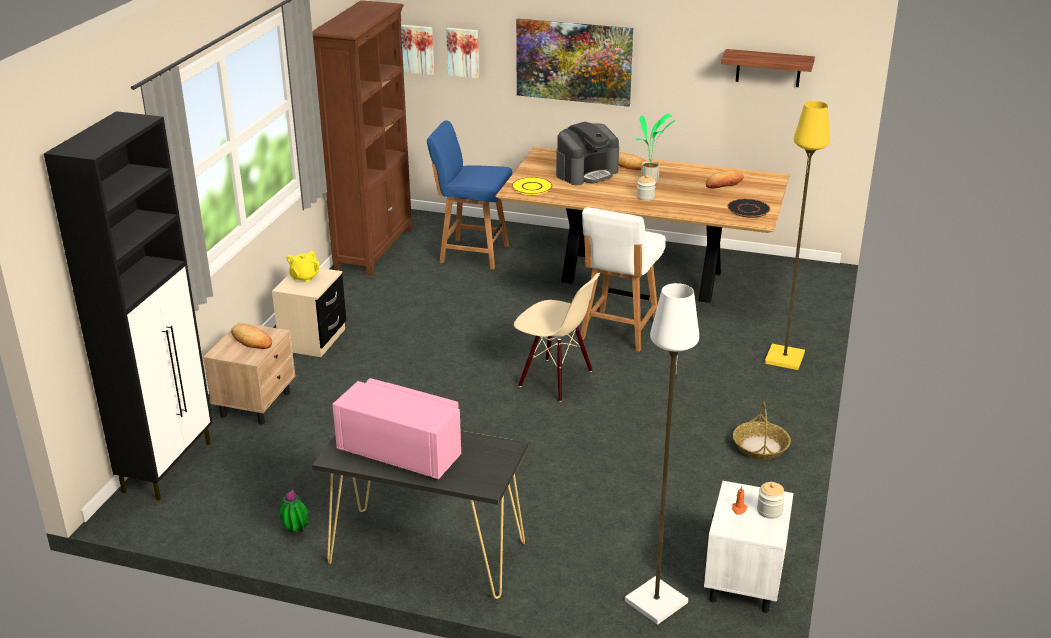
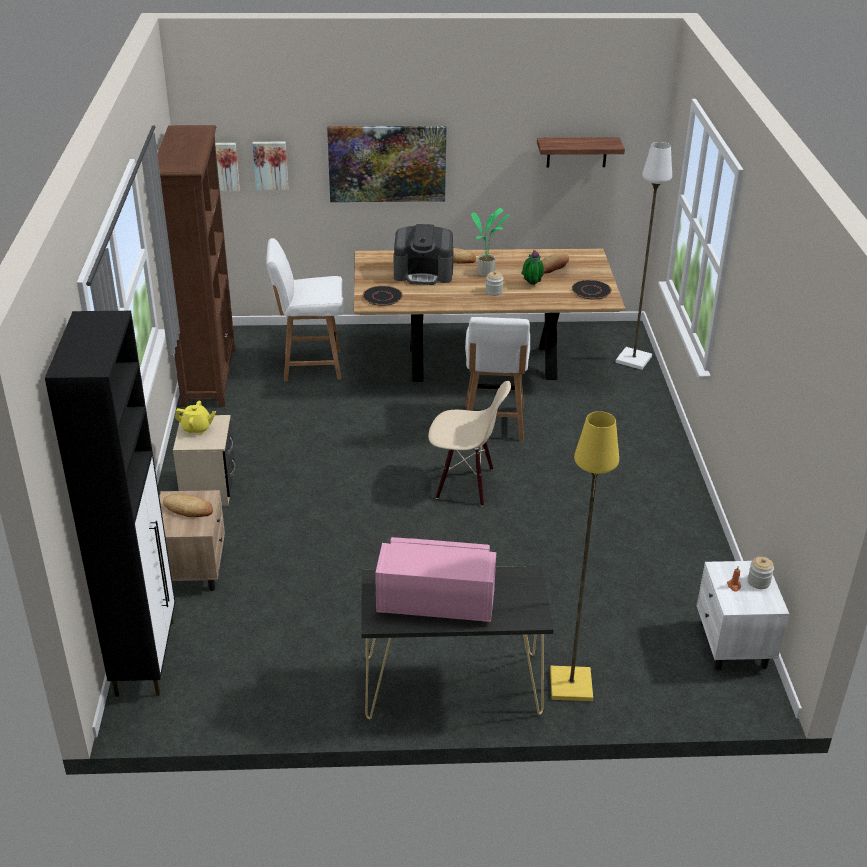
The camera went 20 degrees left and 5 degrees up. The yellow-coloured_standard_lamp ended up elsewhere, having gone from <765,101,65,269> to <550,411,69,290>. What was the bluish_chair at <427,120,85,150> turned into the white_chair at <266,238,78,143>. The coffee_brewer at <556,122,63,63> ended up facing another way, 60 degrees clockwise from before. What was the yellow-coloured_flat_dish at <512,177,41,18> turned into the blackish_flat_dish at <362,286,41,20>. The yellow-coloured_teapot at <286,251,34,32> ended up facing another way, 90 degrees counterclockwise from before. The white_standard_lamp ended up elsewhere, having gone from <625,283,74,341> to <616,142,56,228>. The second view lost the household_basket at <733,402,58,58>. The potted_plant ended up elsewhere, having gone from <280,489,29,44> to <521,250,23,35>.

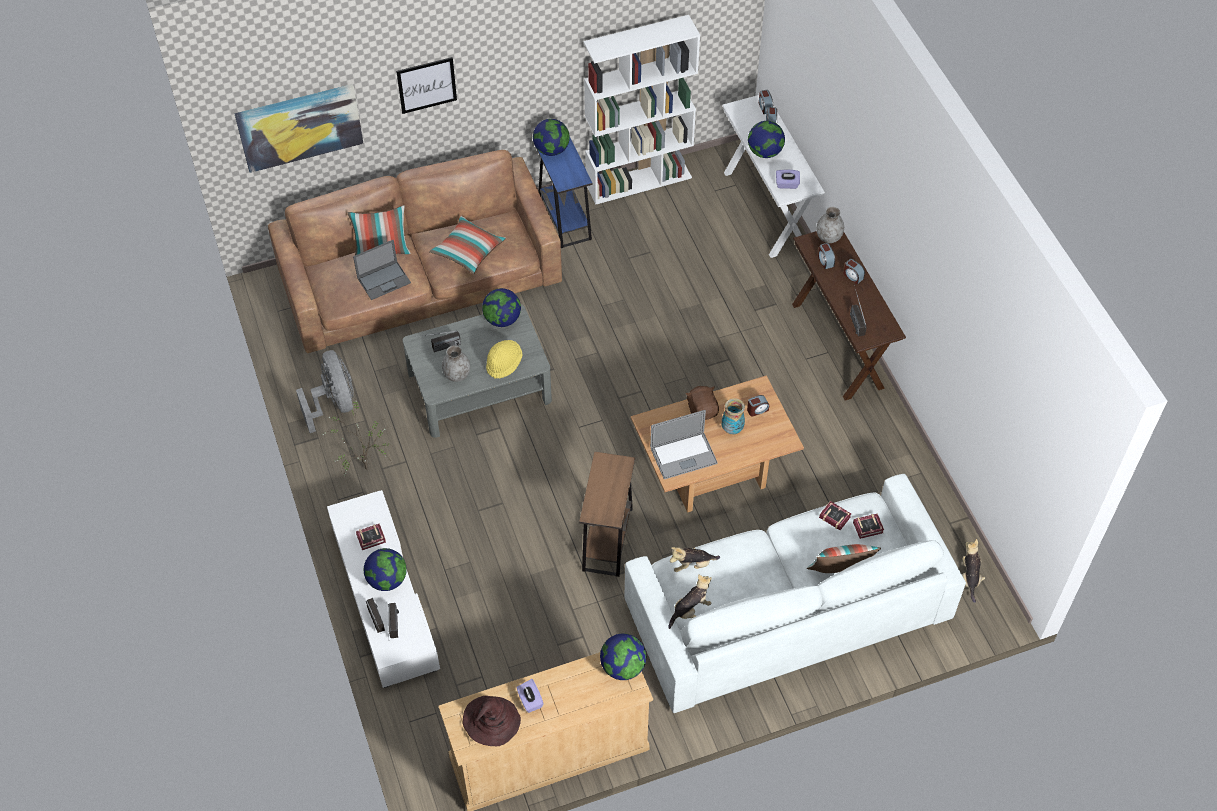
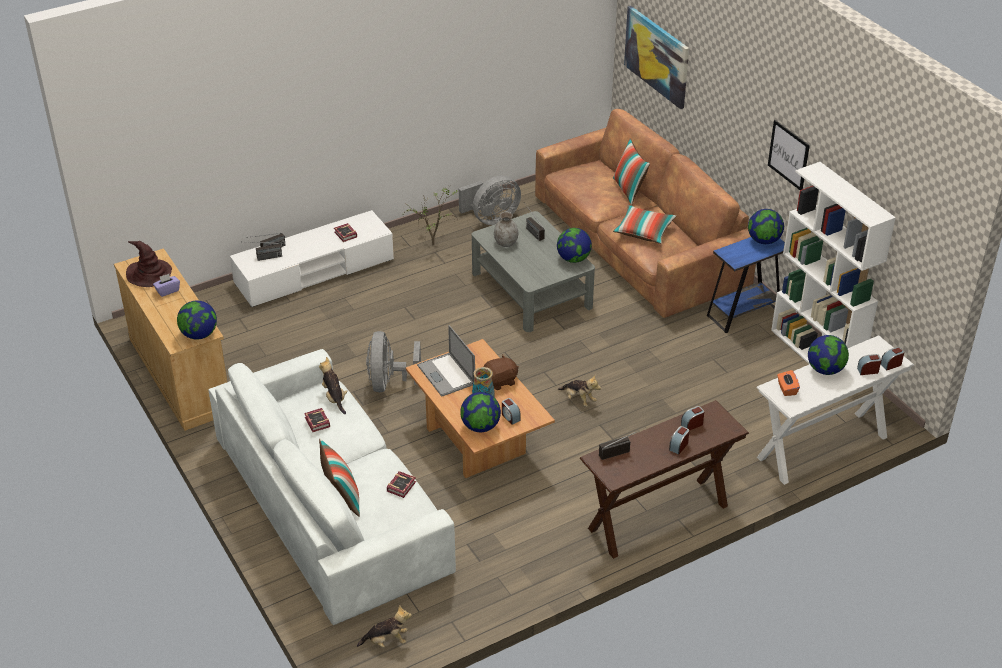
The camera went 80 degrees right and 15 degrees down. The wall_art ended up elsewhere, having gone from <396,57,61,57> to <768,120,42,70>. What was the purplish_tissue_holder at <776,170,24,19> turned into the orangey_tissue_holder at <777,370,23,26>. The second view lost the grey_flower_vase at <816,207,28,36>. The second view lost the notebook_computer at <353,240,58,60>. The second view lost the yellow-coloured_wearable_hat at <486,340,37,39>. Where the brown-coloured_accent_table stood at <579,452,56,125>, the grey_cooling_fan came to stand at <366,331,55,61>. The bound_book ended up elsewhere, having gone from <853,514,31,25> to <304,408,26,24>. The world_globe ended up elsewhere, having gone from <364,548,43,43> to <460,392,41,40>. The plush_toy ended up elsewhere, having gone from <668,574,44,55> to <558,375,43,32>.

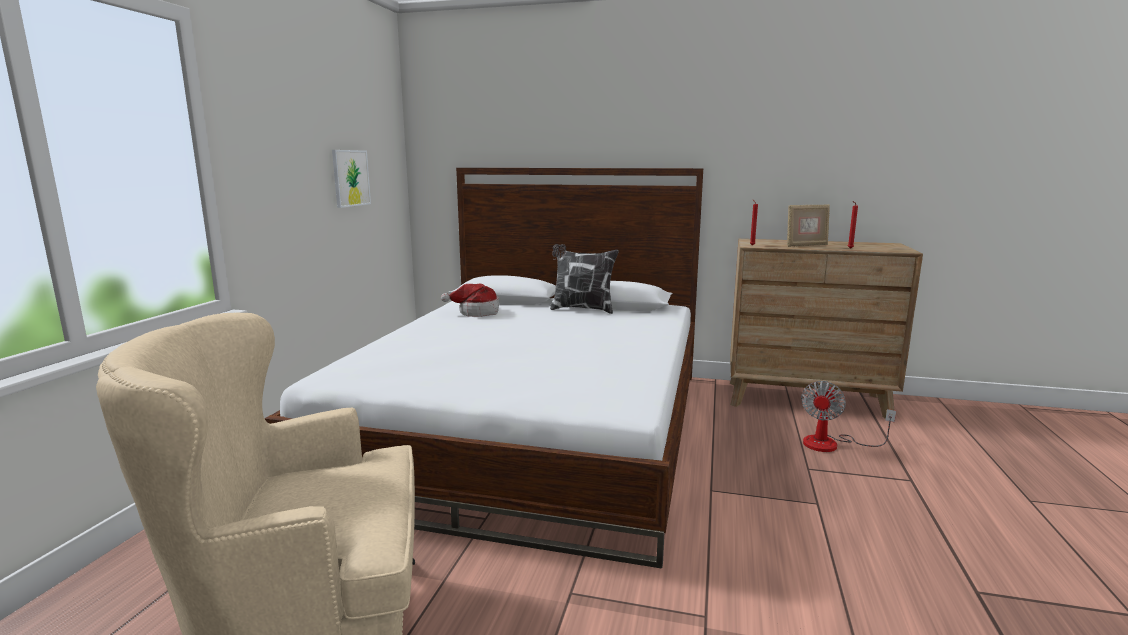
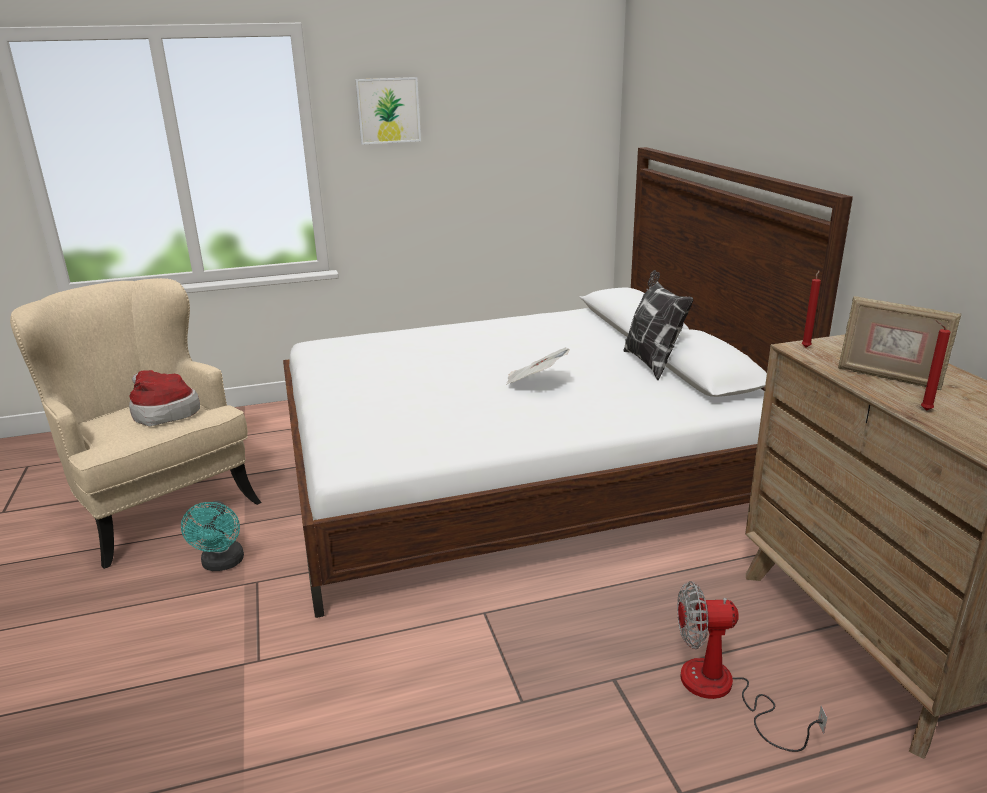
The camera went 60 degrees right and 10 degrees up. The wall_art ended up elsewhere, having gone from <332,150,39,58> to <355,77,66,68>. The wearable_hat ended up elsewhere, having gone from <441,283,58,34> to <129,370,71,57>. The second view gained the daily_paper at <506,347,64,38>. The second view gained the turquoise-coloured_cooling_fan at <181,501,63,70>.

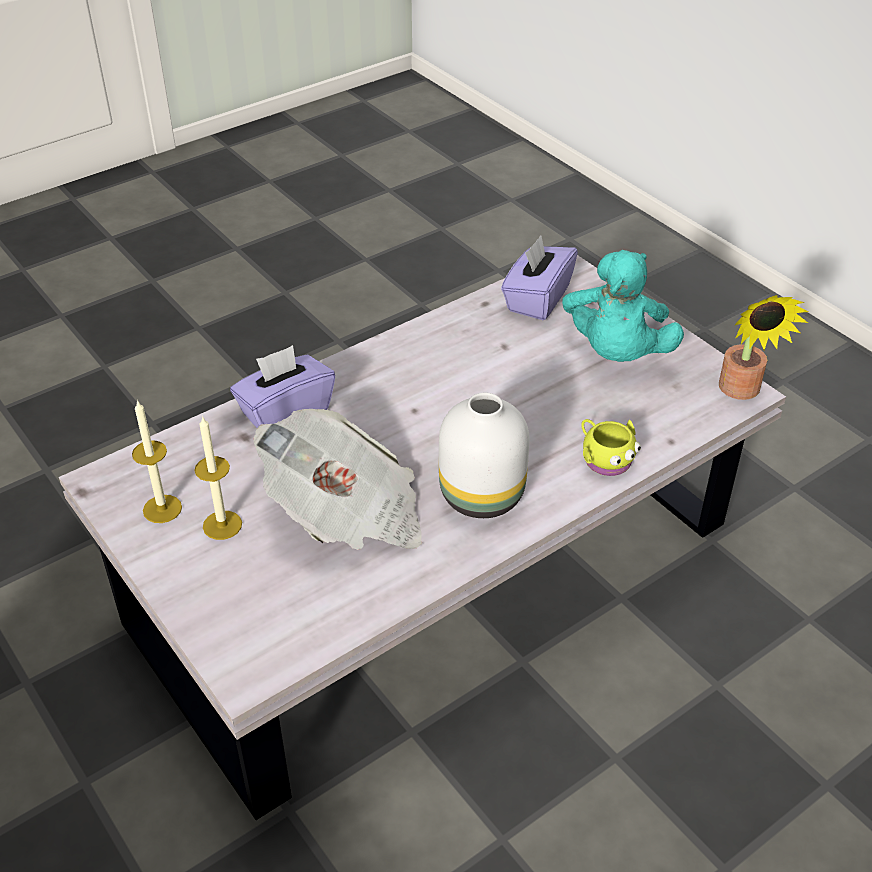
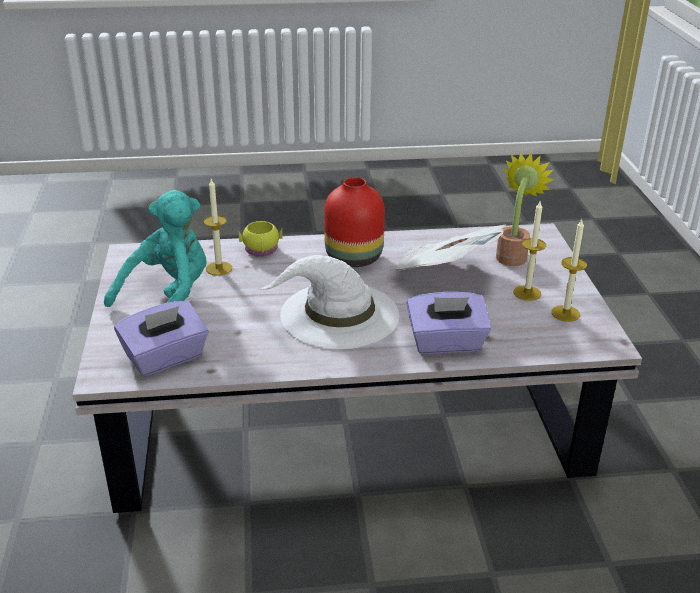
The camera went 150 degrees left and 10 degrees down. The potted_plant ended up elsewhere, having gone from <719,295,89,105> to <496,152,59,114>. What was the white_flower_vase at <439,393,91,125> turned into the reddish_flower_vase at <324,177,61,90>. The second view gained the wax_light at <203,178,29,98>. The second view gained the white_wearable_hat at <258,255,141,94>.

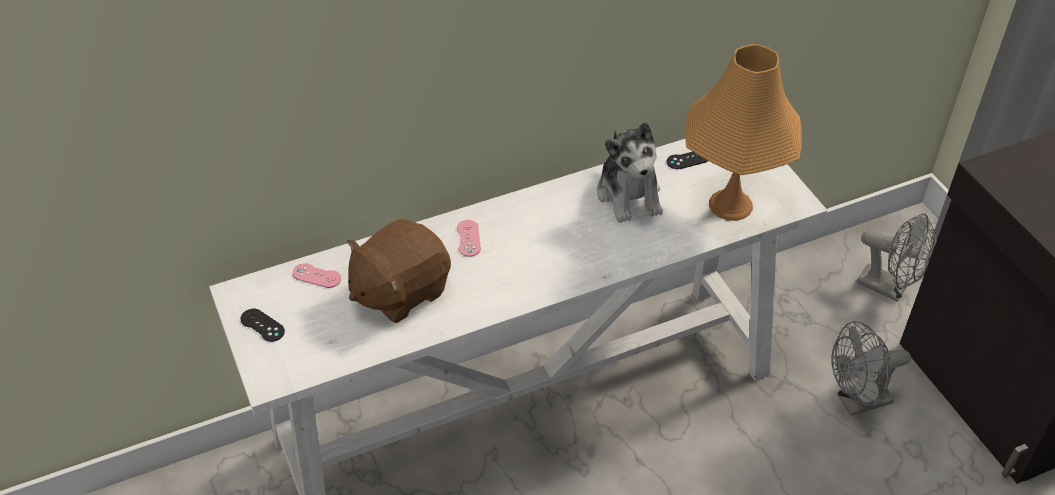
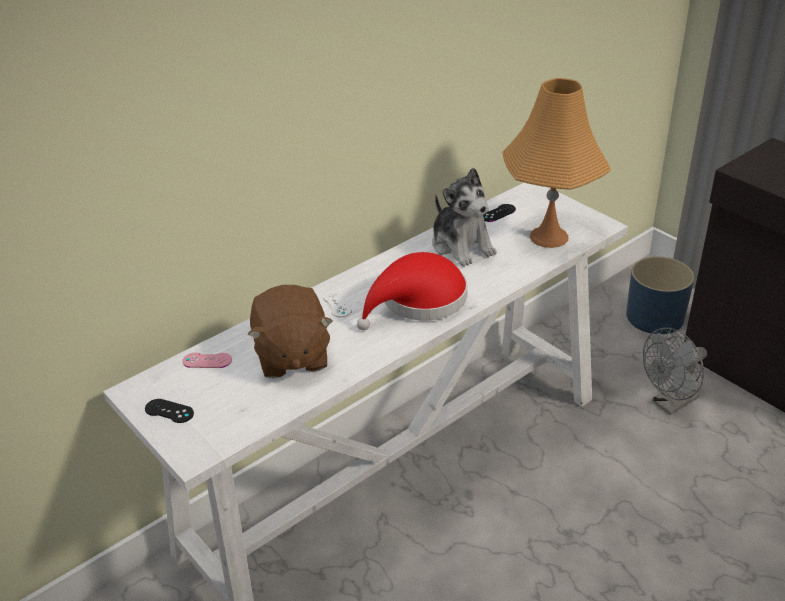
The camera went 15 degrees left and 10 degrees down. Where the grey_cooling_fan stood at <857,213,79,89>, the bluish_plant_pot came to stand at <626,256,68,78>. The brown-coloured_plush_toy at <347,219,104,104> ended up facing another way, 45 degrees counterclockwise from before. What was the pinkish_joypad at <457,220,24,37> turned into the white_joypad at <323,290,29,28>. The second view gained the reddish_wearable_hat at <357,252,110,78>.

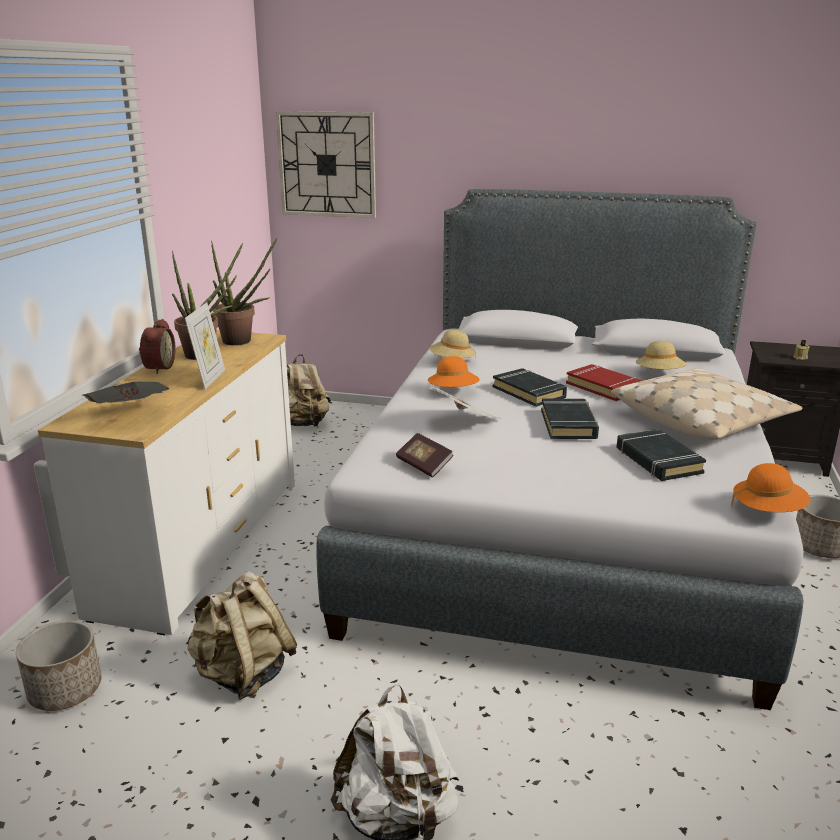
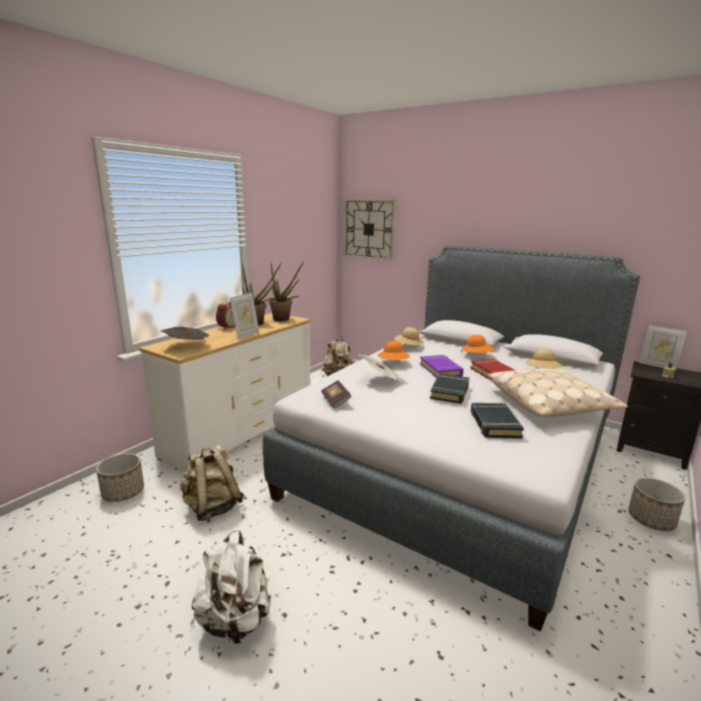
The camera went 20 degrees right and 5 degrees down. What was the blackish_bound_book at <493,368,74,39> turned into the purplish_bound_book at <420,355,44,23>. The orangey_wearable_hat ended up elsewhere, having gone from <731,463,80,49> to <461,335,33,18>. The second view gained the picture_frame at <639,325,48,46>.

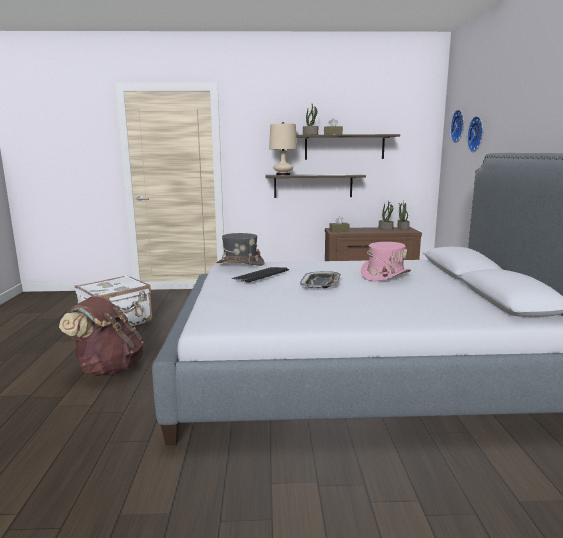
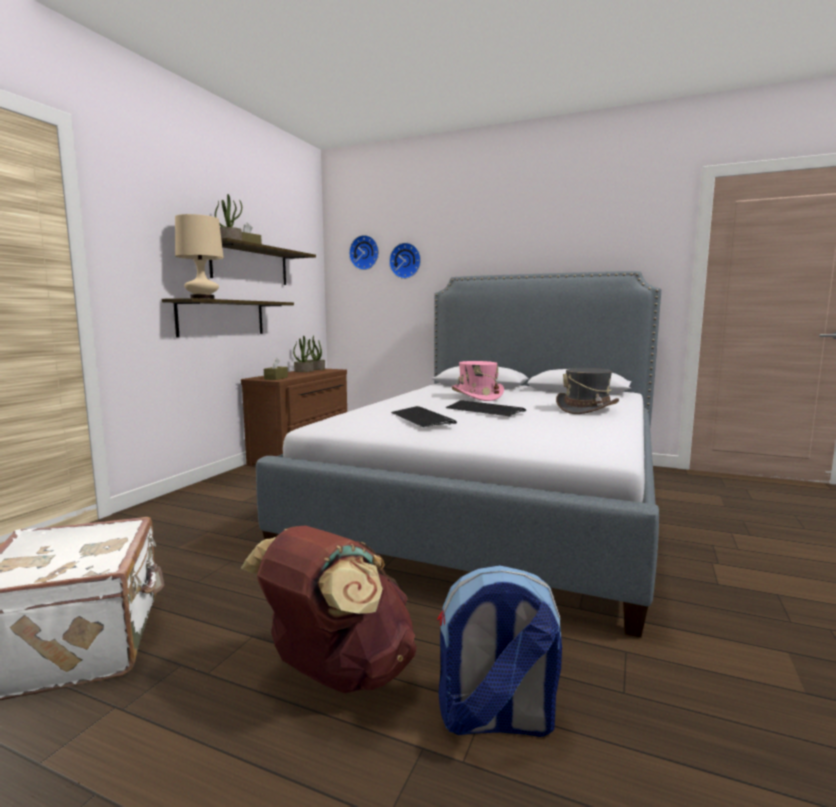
The camera went 65 degrees left and 5 degrees down. The grey_wearable_hat ended up elsewhere, having gone from <216,233,49,33> to <556,368,63,46>. Where the tray stood at <300,271,41,17>, the computer_keyboard came to stand at <446,401,80,15>. The second view gained the rucksack at <437,565,125,172>.

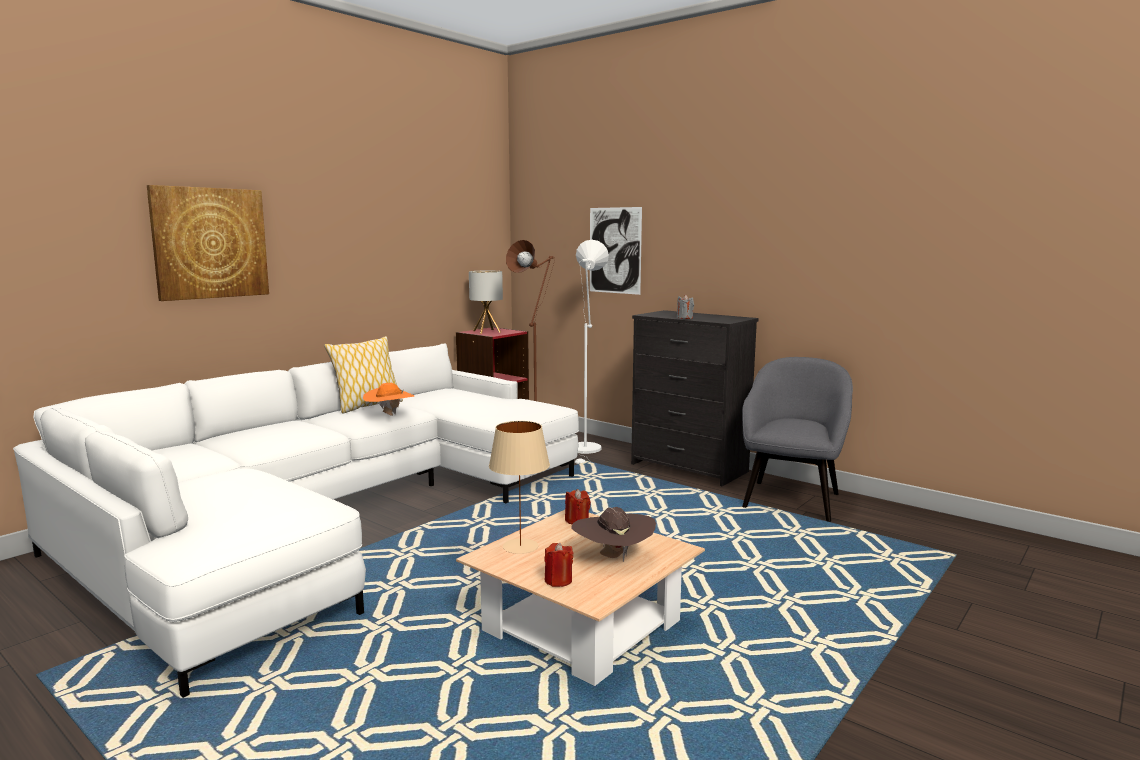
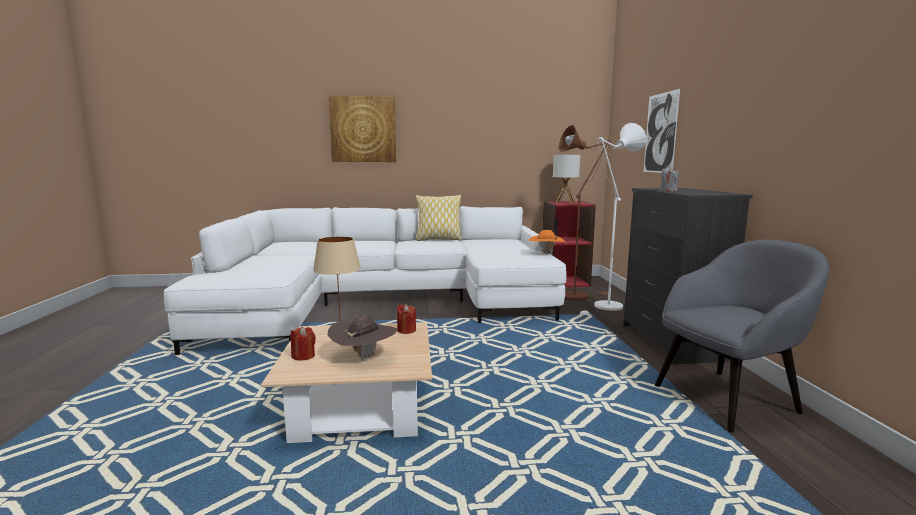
The camera went 45 degrees right and 0 degrees up. The orangey_wearable_hat ended up elsewhere, having gone from <363,383,52,33> to <528,230,37,25>.

